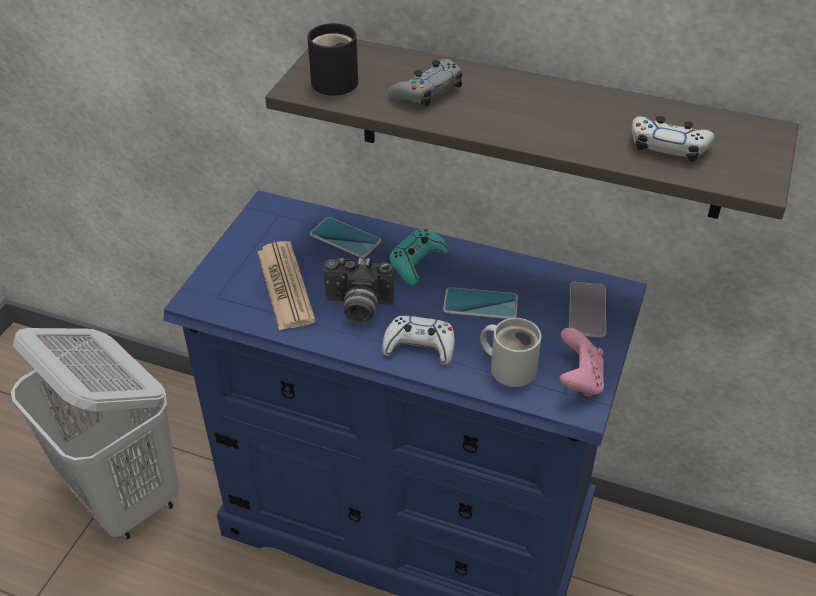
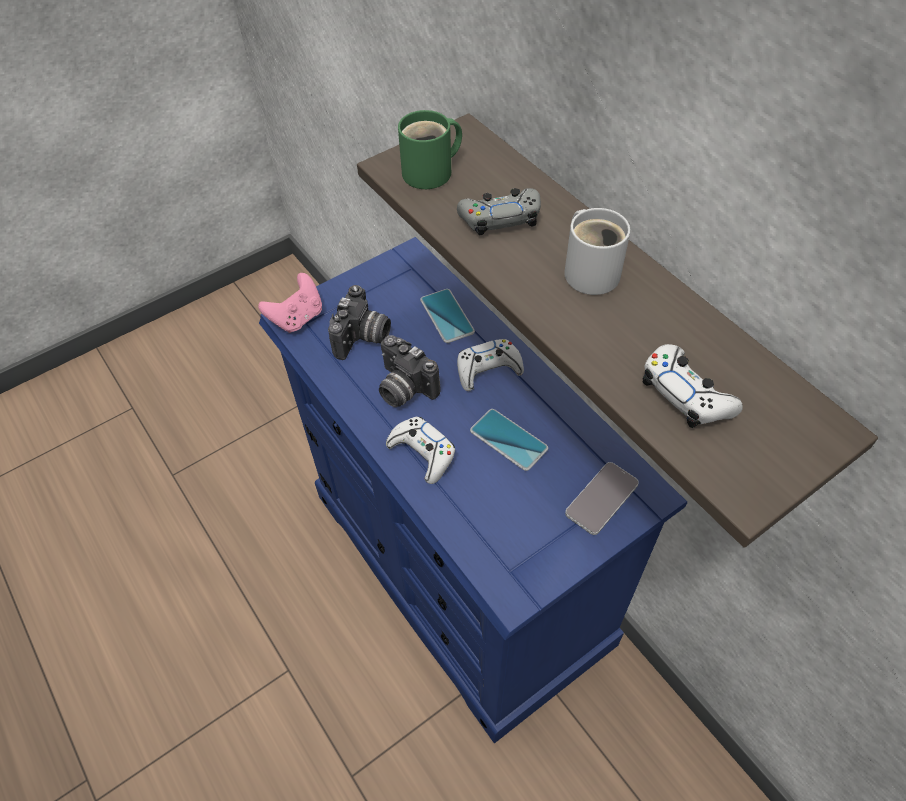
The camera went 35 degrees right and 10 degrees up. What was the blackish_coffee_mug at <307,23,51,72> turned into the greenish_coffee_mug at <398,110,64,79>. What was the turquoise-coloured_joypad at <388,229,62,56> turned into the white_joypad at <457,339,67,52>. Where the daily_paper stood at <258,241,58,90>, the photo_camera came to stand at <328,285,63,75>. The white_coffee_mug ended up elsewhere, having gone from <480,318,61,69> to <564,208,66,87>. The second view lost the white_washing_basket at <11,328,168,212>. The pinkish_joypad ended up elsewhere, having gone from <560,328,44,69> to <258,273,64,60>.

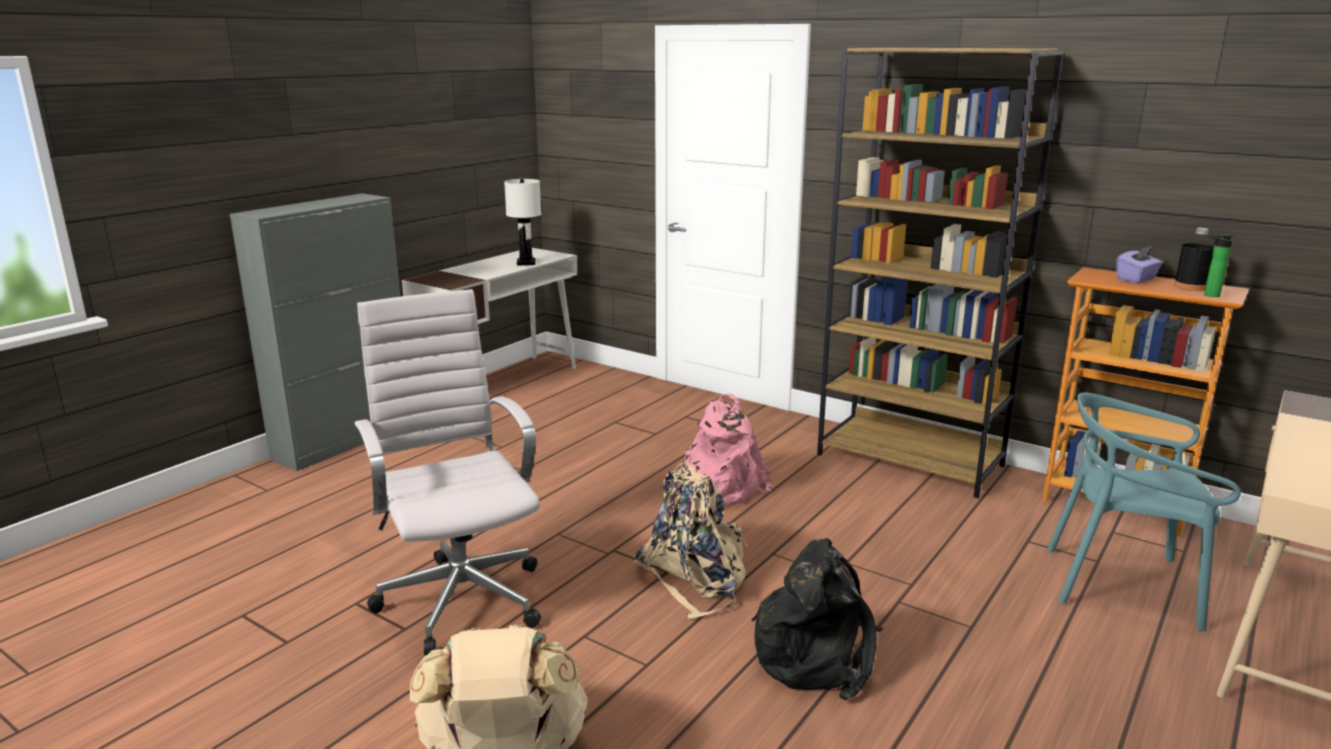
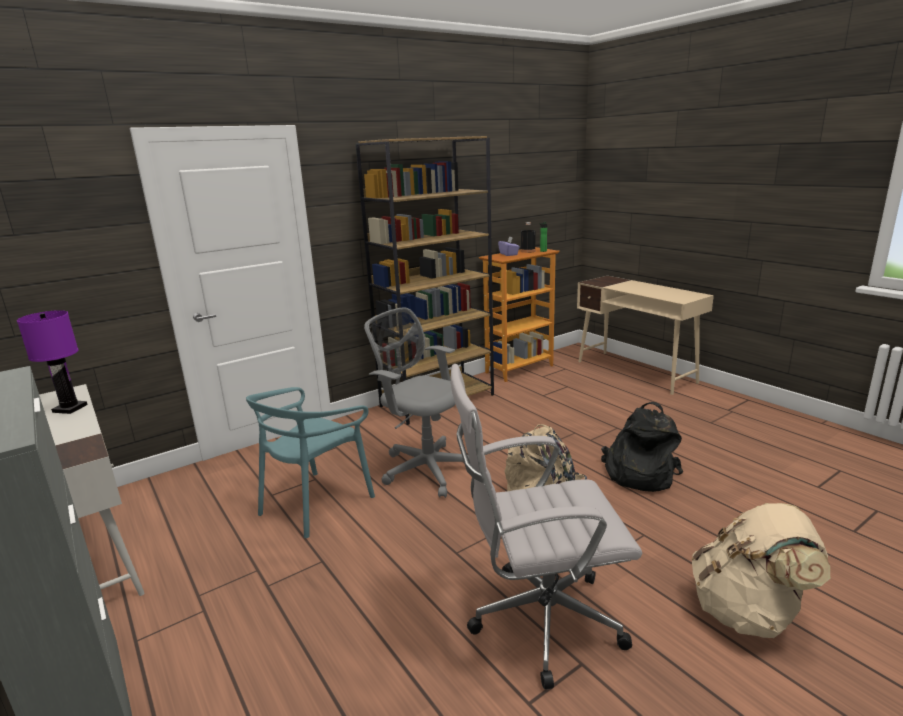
The camera went 70 degrees left and 0 degrees up. What was the white_lamp_for_a_table at <504,179,37,87> turned into the purplish_lamp_for_a_table at <17,310,71,104>. Where the pinkish_rucksack stood at <681,393,91,112>, the grey_office_chair came to stand at <364,307,106,191>. The turquoise-coloured_chair ended up elsewhere, having gone from <1047,393,194,238> to <246,387,129,151>.

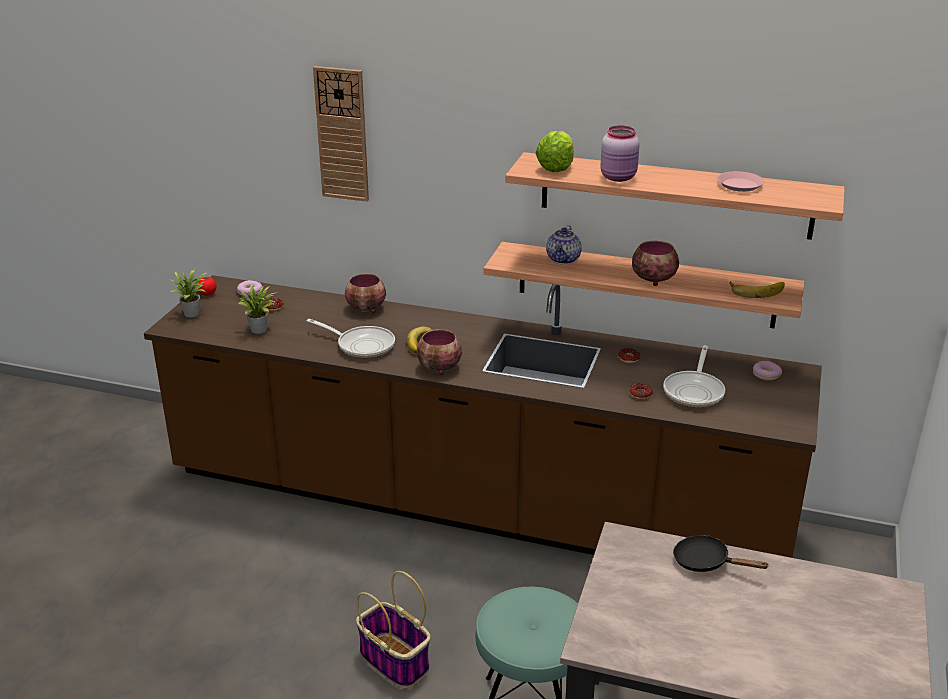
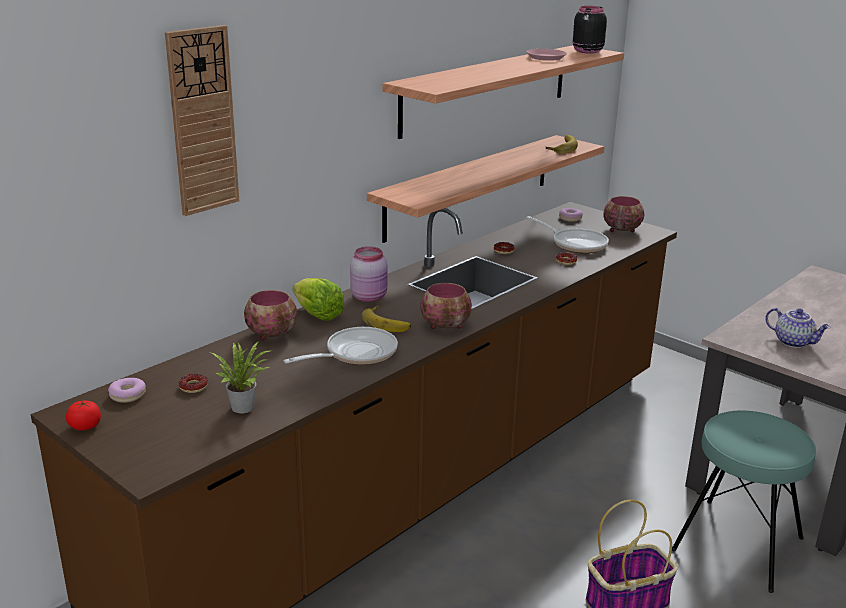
The camera went 65 degrees left and 5 degrees down. The pinkish_storage_jar ended up elsewhere, having gone from <601,125,39,57> to <350,246,37,56>. The lettuce_head ended up elsewhere, having gone from <536,131,37,41> to <293,278,51,43>. The teapot ended up elsewhere, having gone from <546,225,36,39> to <765,308,66,40>. The bowl ended up elsewhere, having gone from <632,241,47,45> to <603,196,41,36>. The second view lost the potted_plant at <170,269,38,48>. The second view lost the blackish_skillet at <673,535,96,37>. The second view gained the blackish_storage_jar at <573,6,34,47>.

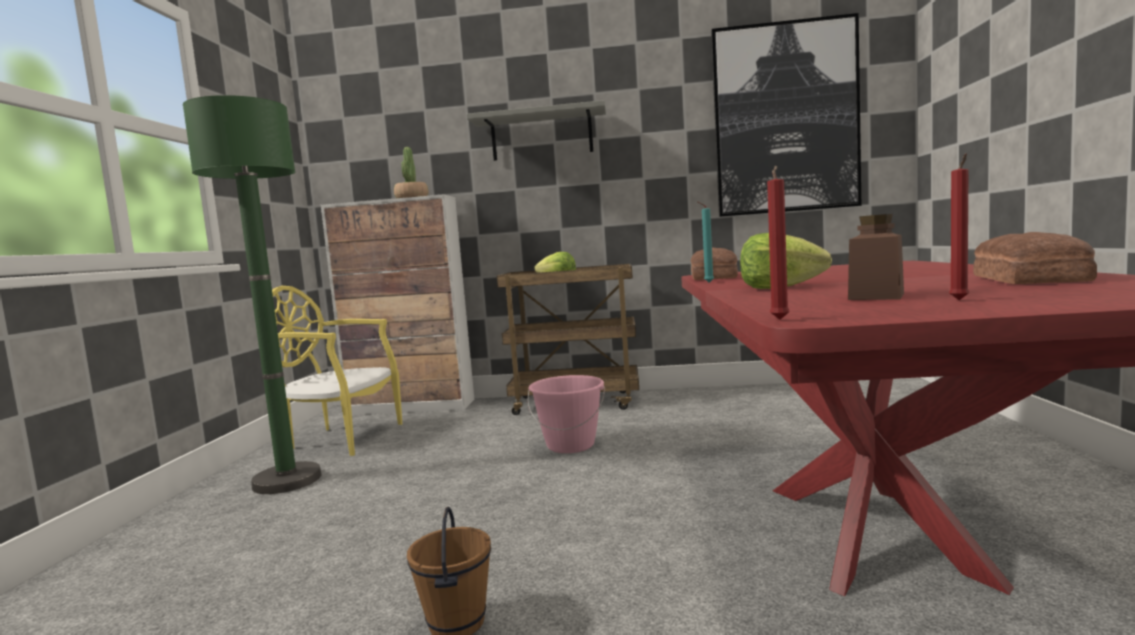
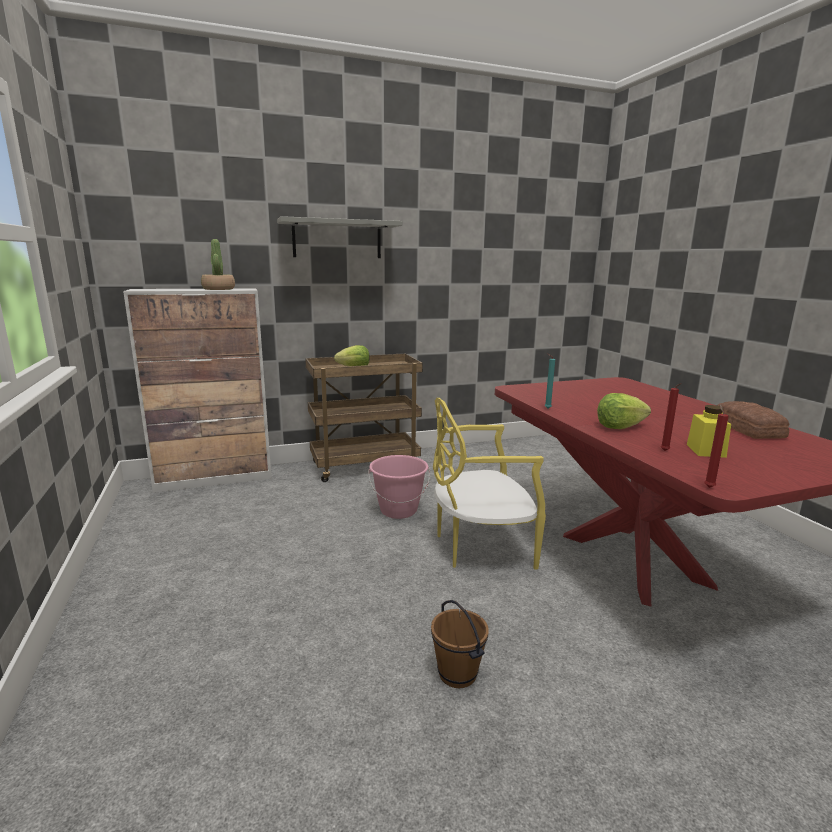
The camera went 25 degrees left and 10 degrees up. The second view lost the wall_art at <711,13,150,204>. The second view lost the greenish_standard_lamp at <183,95,139,399>. The reddish_wax_light ended up elsewhere, having gone from <949,153,21,147> to <661,383,20,68>. What was the brown-coloured_storage_jar at <848,214,56,86> turned into the yellow-coloured_storage_jar at <687,405,44,53>. The second view lost the bread at <691,248,47,32>. The yellow-coloured_chair ended up elsewhere, having gone from <272,286,130,170> to <433,398,113,172>.

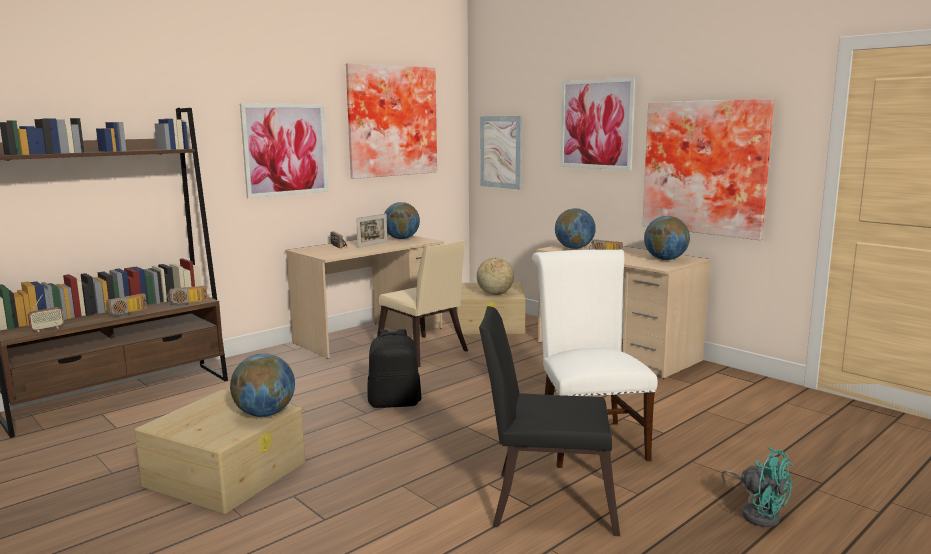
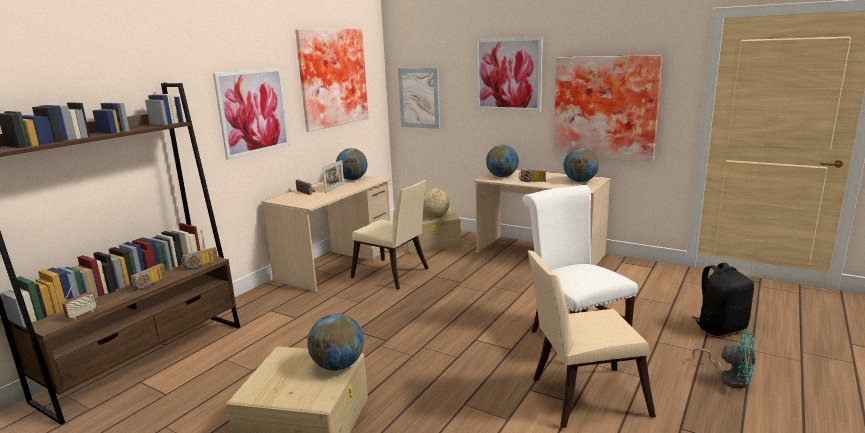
The camera went 15 degrees left and 5 degrees up. What was the blackish_chair at <479,306,141,230> turned into the beige_chair at <528,250,128,178>. The blackish_rucksack ended up elsewhere, having gone from <368,329,54,79> to <692,263,62,73>.

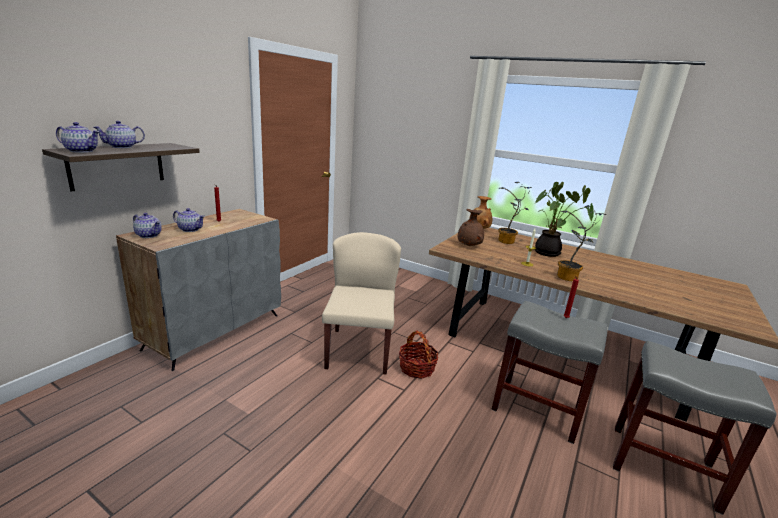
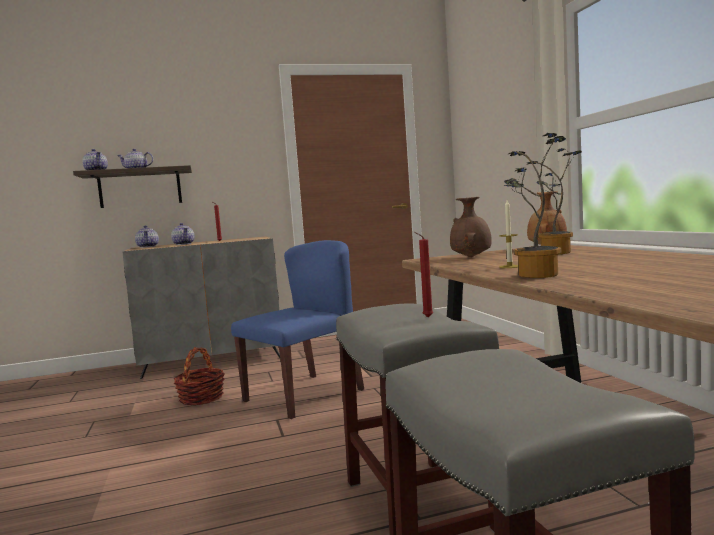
The camera went 45 degrees right and 15 degrees down. The second view lost the potted_plant at <534,182,60,75>. What was the beige_chair at <322,232,79,142> turned into the bluish_chair at <231,240,133,179>. The household_basket ended up elsewhere, having gone from <399,330,40,49> to <174,347,51,58>.

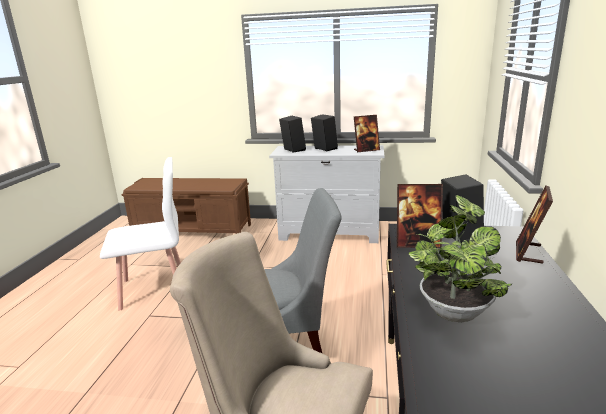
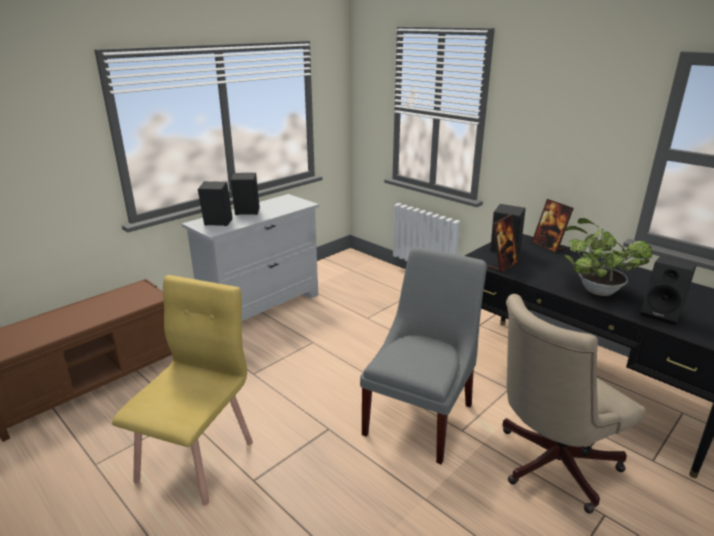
The camera went 55 degrees left and 5 degrees up. The second view lost the picture_frame at <354,115,26,38>. What was the white_chair at <100,157,81,153> turned into the yellow-coloured_chair at <112,275,141,231>. The second view gained the blackish_loudspeaker at <641,256,56,69>.

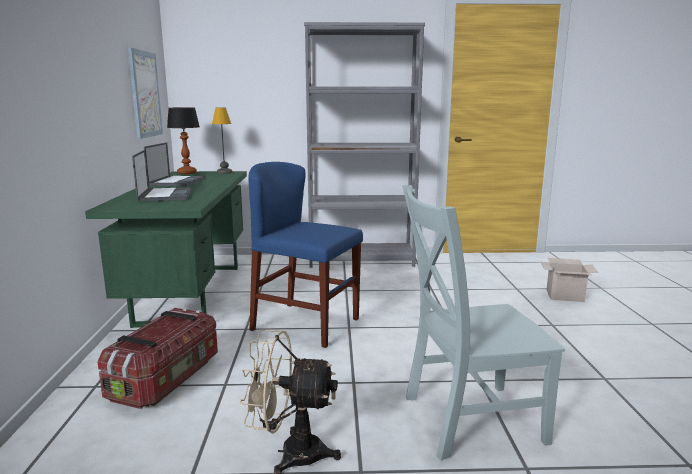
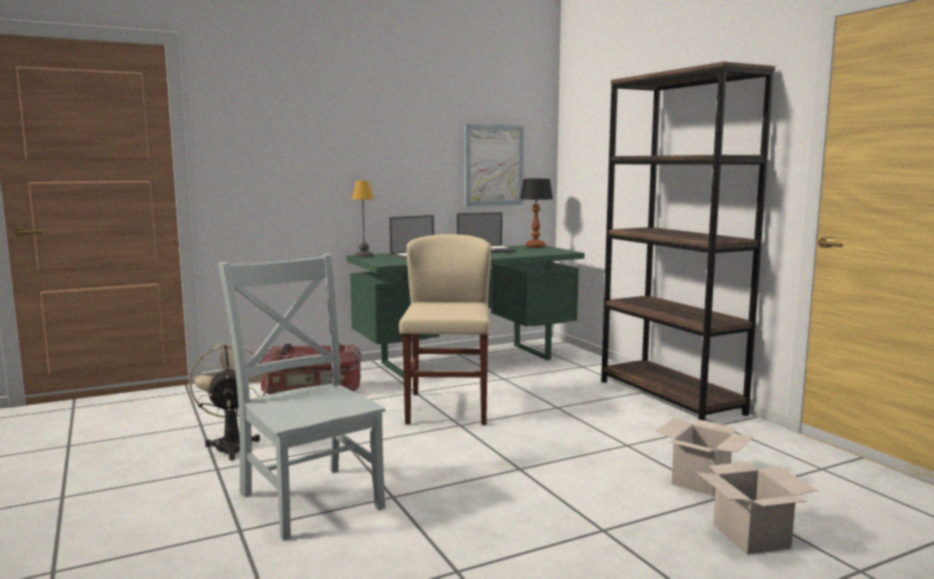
The camera went 65 degrees right and 5 degrees down. What was the grey_bookshelf at <304,22,121,246> turned into the brown-coloured_bookshelf at <601,62,174,359>. The lamp_for_a_table ended up elsewhere, having gone from <212,108,21,66> to <352,180,22,77>. What was the bluish_chair at <249,162,114,186> turned into the beige_chair at <399,234,92,191>. The second view gained the carton at <656,417,98,79>.

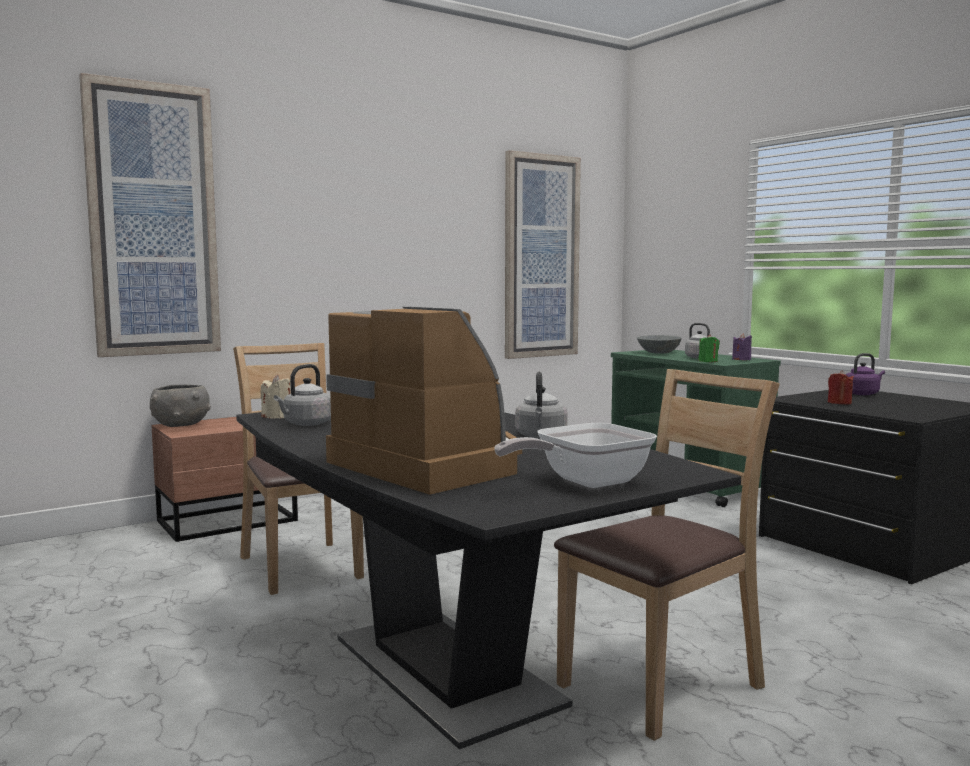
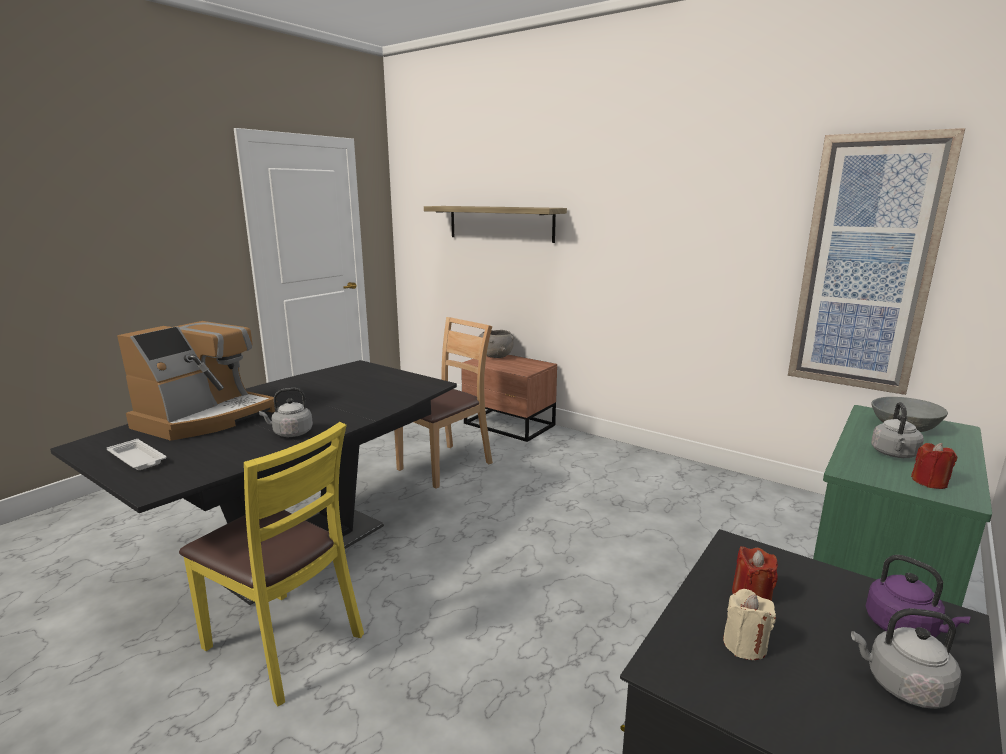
The camera went 70 degrees right and 10 degrees up. Where the wall_art hung at <79,73,142,284>, the bracket_shelf came to hang at <424,206,143,37>. What was the purplish_wax_light at <732,333,20,27> turned into the reddish_wax_light at <911,443,46,46>. The second view lost the greenish_wax_light at <698,334,22,28>. The grey_water_kettle ended up elsewhere, having gone from <274,364,57,62> to <851,608,110,101>. What was the brown-coloured_chair at <554,369,226,372> turned into the yellow-coloured_chair at <179,422,185,285>. The beige_wax_light ended up elsewhere, having gone from <261,375,30,44> to <723,589,53,71>. Where the skillet stood at <494,423,163,65>, the white_tray came to stand at <107,439,60,31>.

